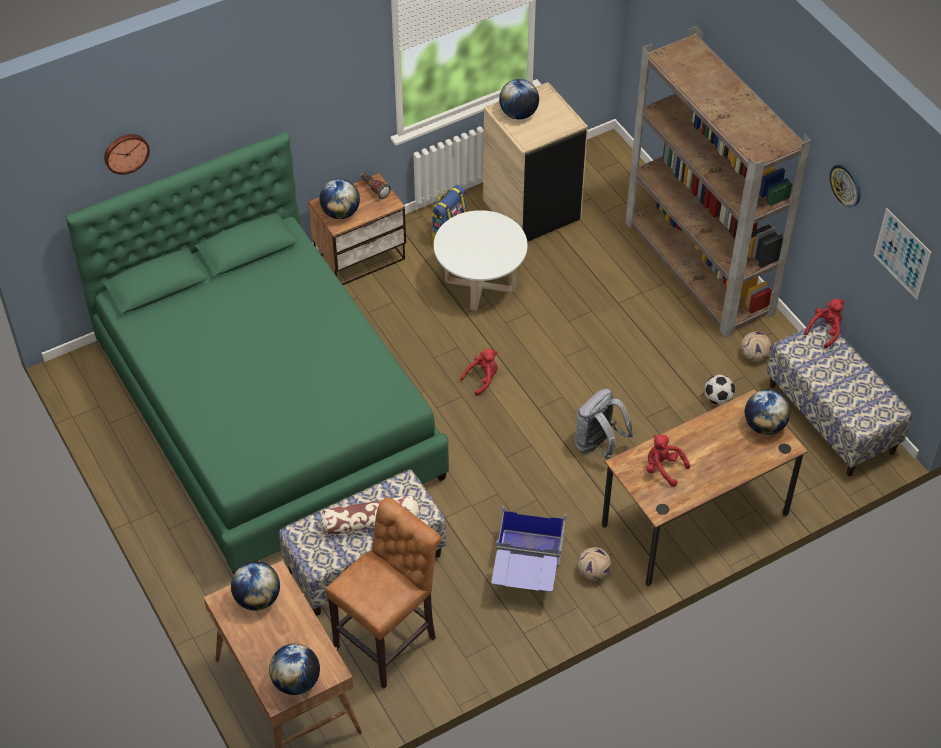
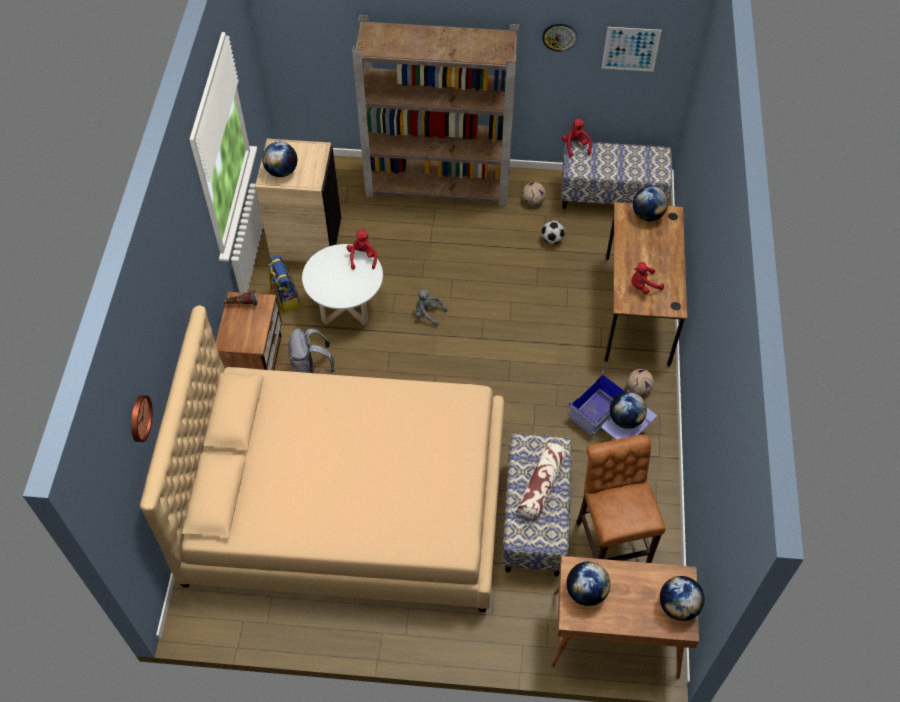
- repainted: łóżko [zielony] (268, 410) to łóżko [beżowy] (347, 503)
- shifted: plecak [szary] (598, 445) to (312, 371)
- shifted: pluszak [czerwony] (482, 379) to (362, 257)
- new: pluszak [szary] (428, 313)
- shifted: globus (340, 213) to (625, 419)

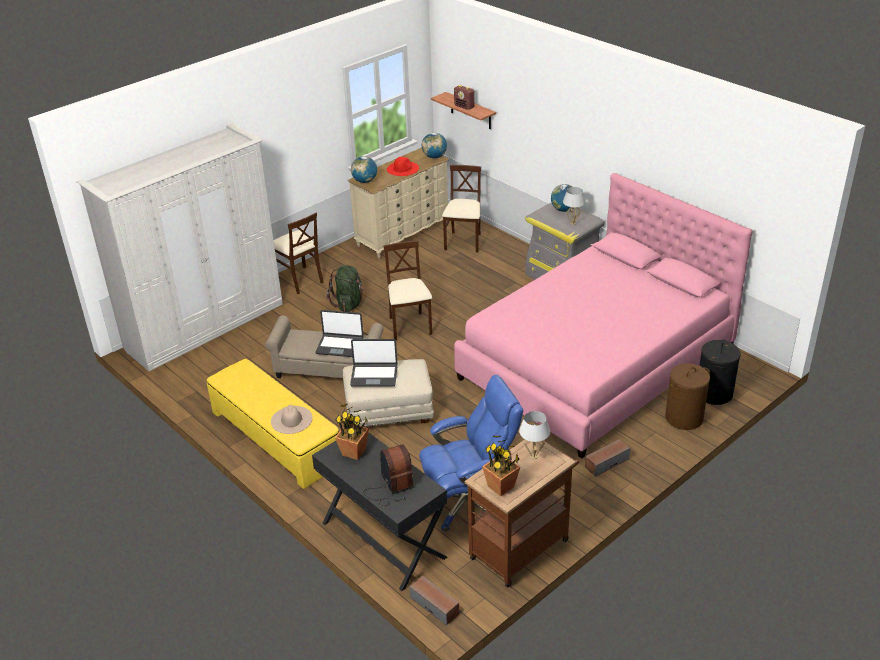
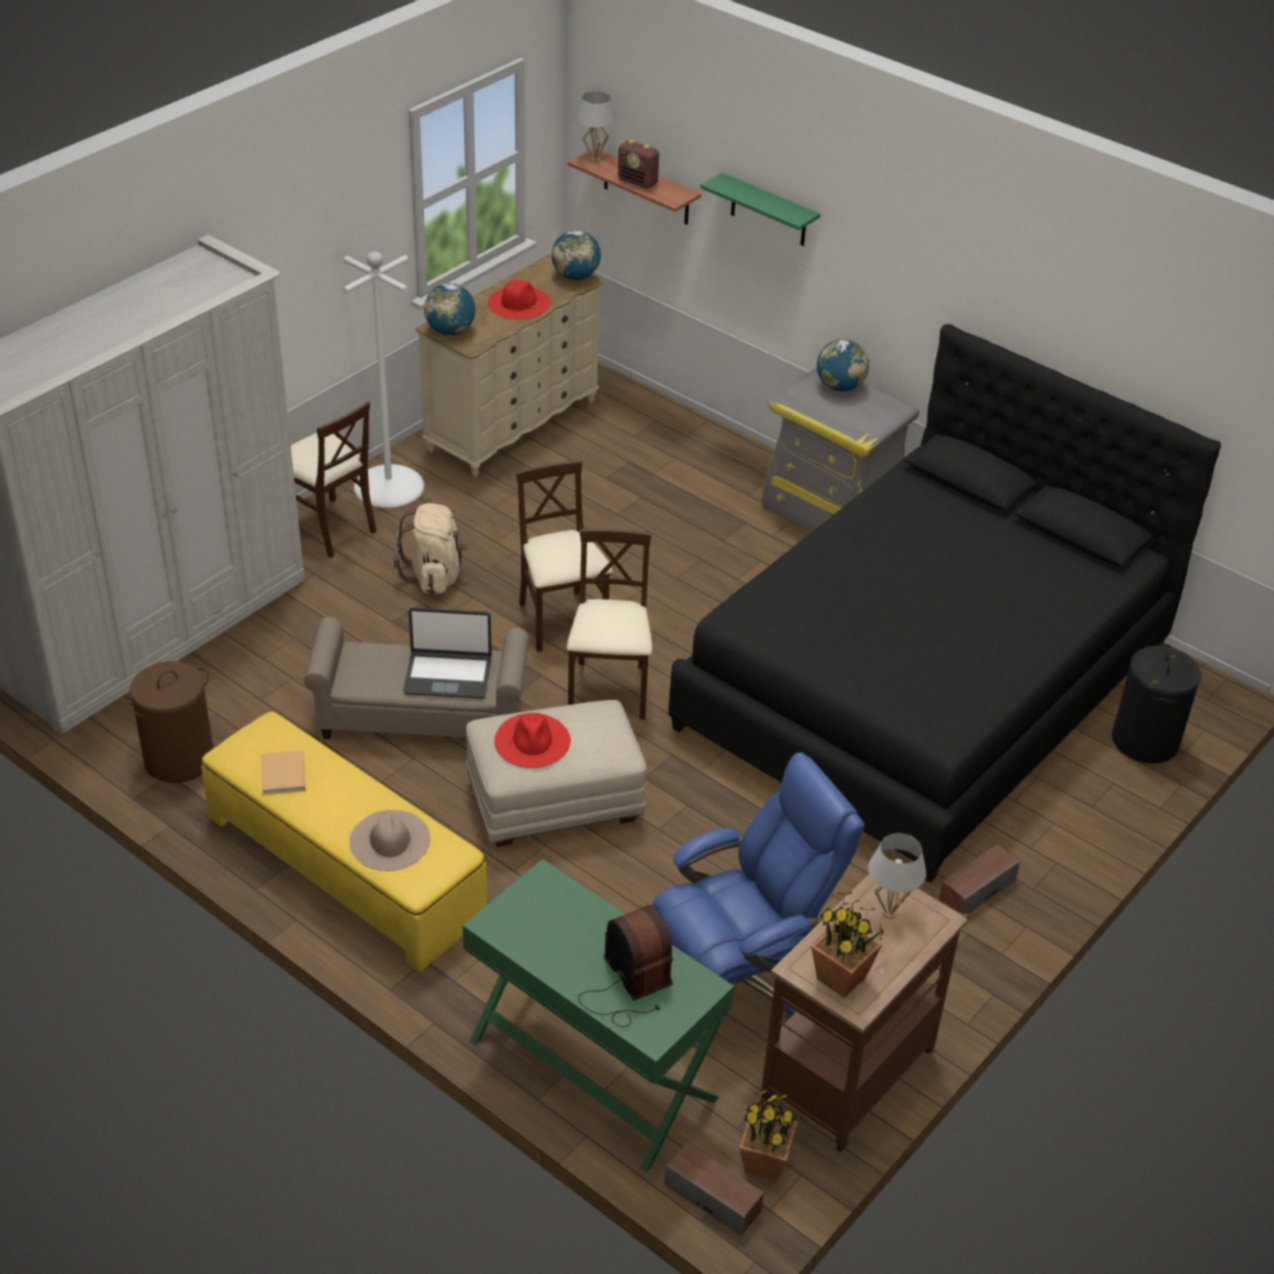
- shifted: kosz na pranie [brązowy] (683, 418) to (179, 759)
- new: książka [beżowy] (283, 775)
- new: wieszak [biały] (389, 486)
- repainted: plecak [zielony] (349, 304) to plecak [beżowy] (435, 576)
- repainted: biurko [czarny] (383, 540) to biurko [zielony] (591, 1069)
- swapped: laptop (374, 375) to kapelusz [czerwony] (532, 740)
- shifted: krzesło [beżowy] (463, 242) to (609, 691)
- shifted: lampa stołowa [biały] (573, 223) to (595, 159)
- repainted: łóżko [różowy] (597, 363) to łóżko [czarny] (925, 687)
- new: półka [zielony] (769, 211)
- shifted: roślina doniczkowa (354, 452) to (765, 1162)

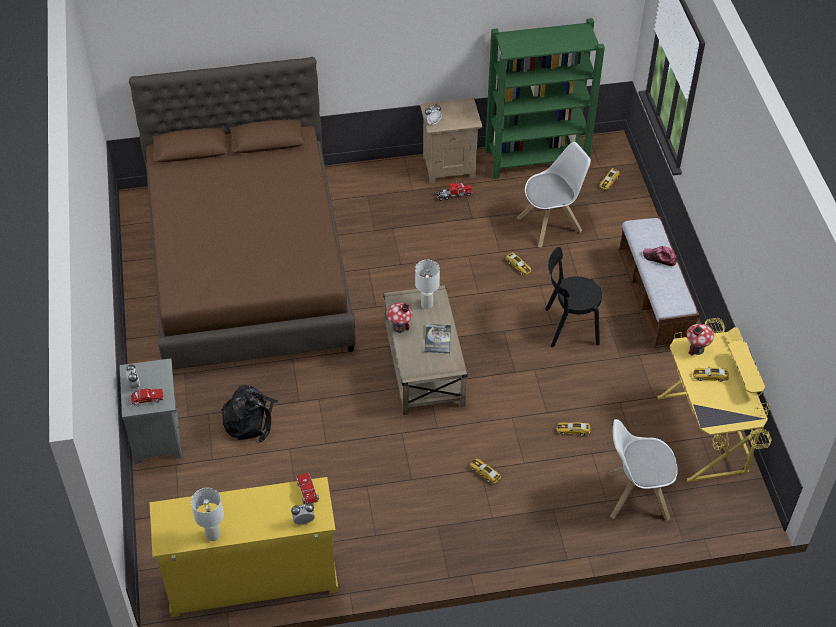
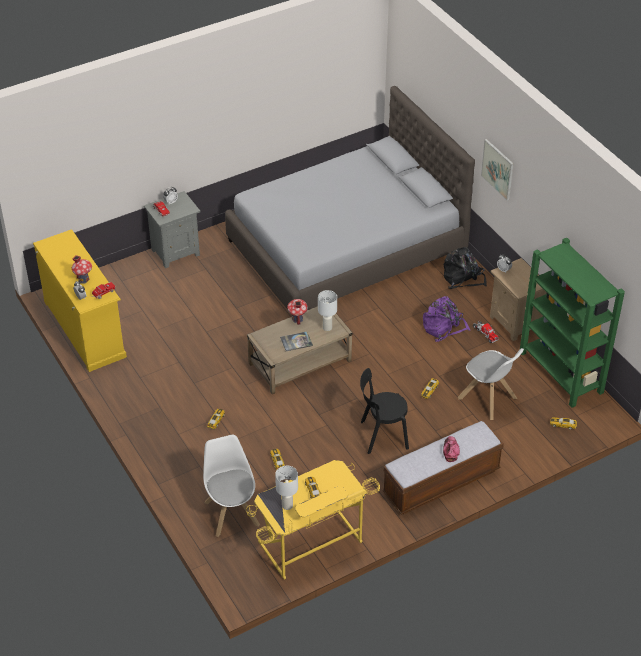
- shifted: domek (696, 349) to (83, 279)
- repainted: łóżko [brązowy] (249, 265) to łóżko [szary] (347, 247)
- shifted: lampa stołowa [biały] (212, 535) to (287, 505)
- rotated: krzesło [czarny] (568, 326) = (381, 435) 75 degrees counterclockwise
- new: plecak [fioletowy] (444, 327)
- shifted: plecak [czarny] (250, 420) to (463, 278)
- new: obraz (497, 169)

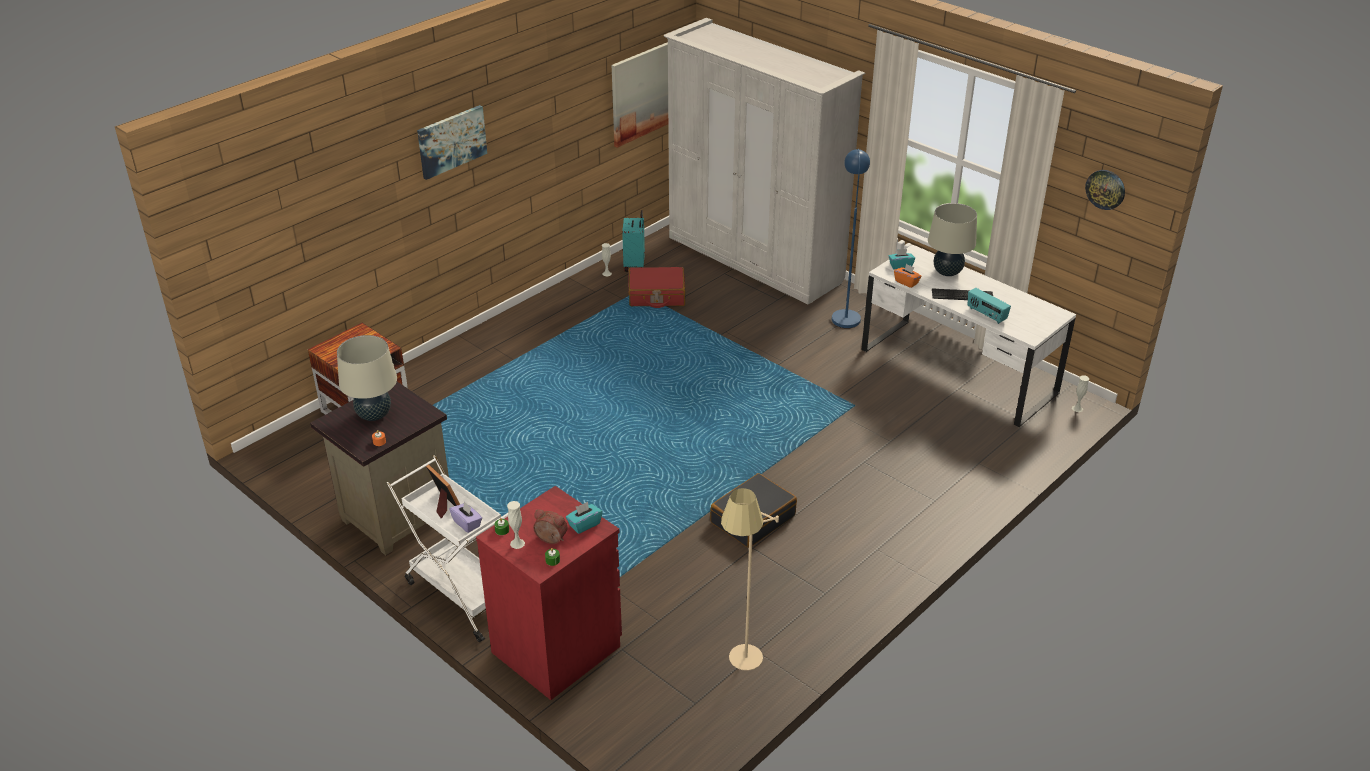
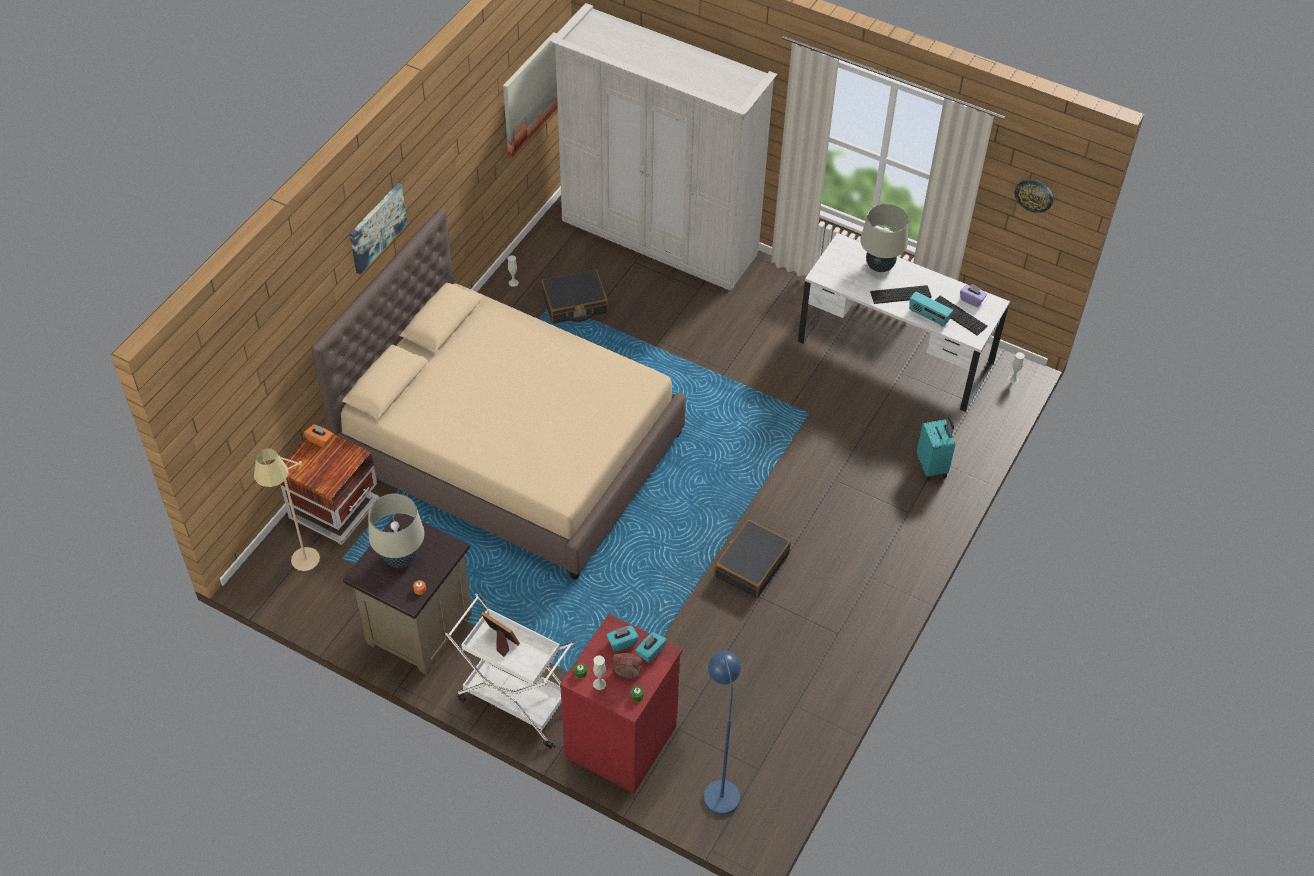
- shifted: lampa stojąca [beżowy] (742, 669) to (303, 570)
- shifted: pudełko chusteczek [pomarańczowy] (906, 282) to (320, 440)
- new: łóżko [beżowy] (510, 448)
- repainted: walizka [czerwony] (656, 295) to walizka [czarny] (574, 304)
- shifted: pudełko chusteczek [turkusowy] (900, 266) to (622, 642)
- shifted: lampa stojąca [niebieski] (845, 315) to (718, 788)
- shifted: walizka [turkusowy] (635, 265) to (932, 466)
- new: klawiatura (958, 315)
- shifted: pudełko chusteczek [fioletowy] (467, 523) to (971, 300)

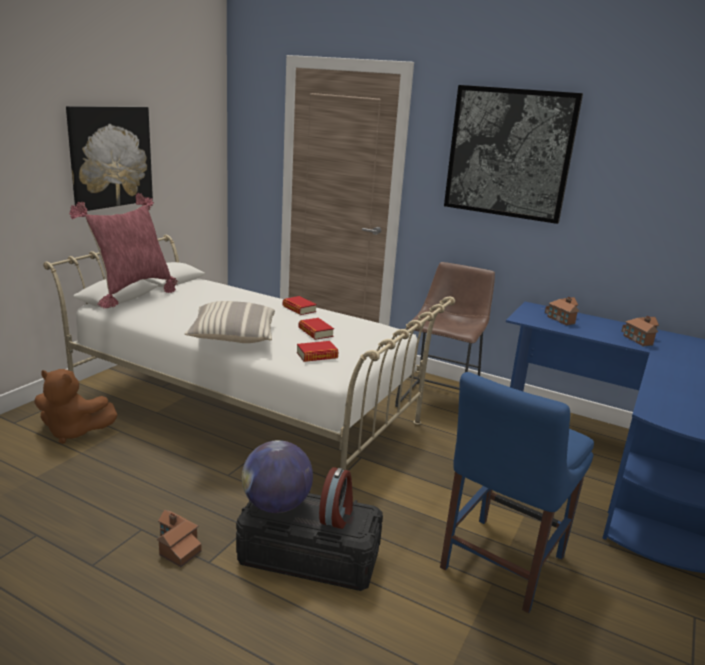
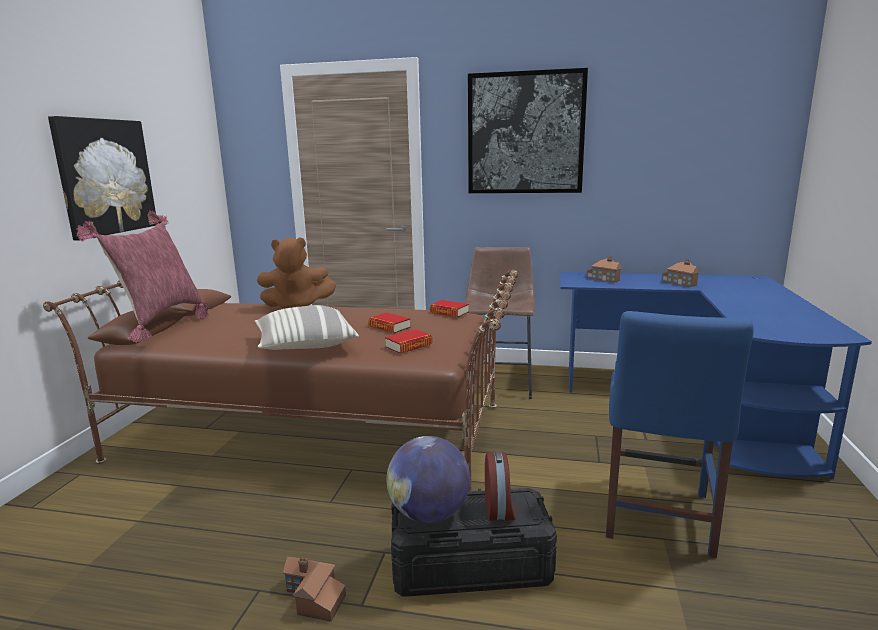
- repainted: łóżko [biały] (244, 411) to łóżko [brązowy] (312, 433)
- shifted: pluszak [brązowy] (73, 432) to (297, 307)
- shifted: książka (299, 309) to (449, 312)

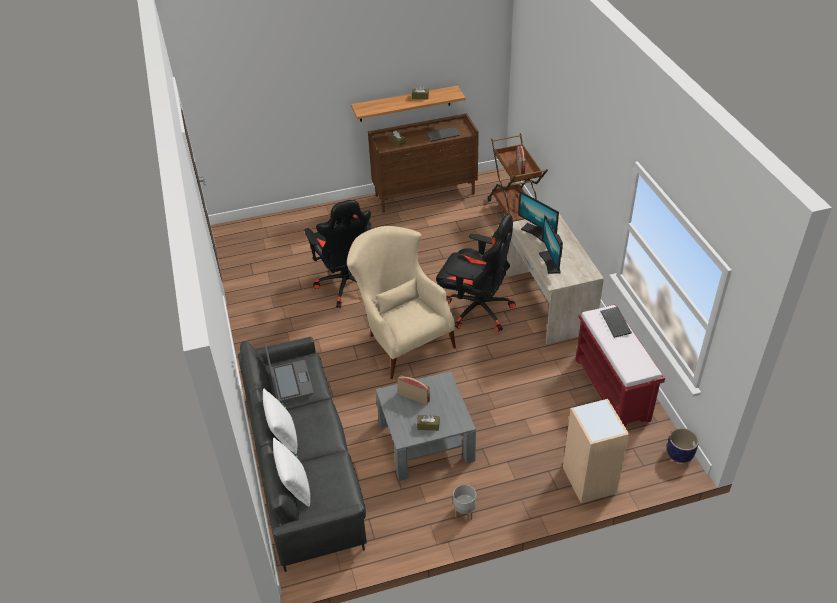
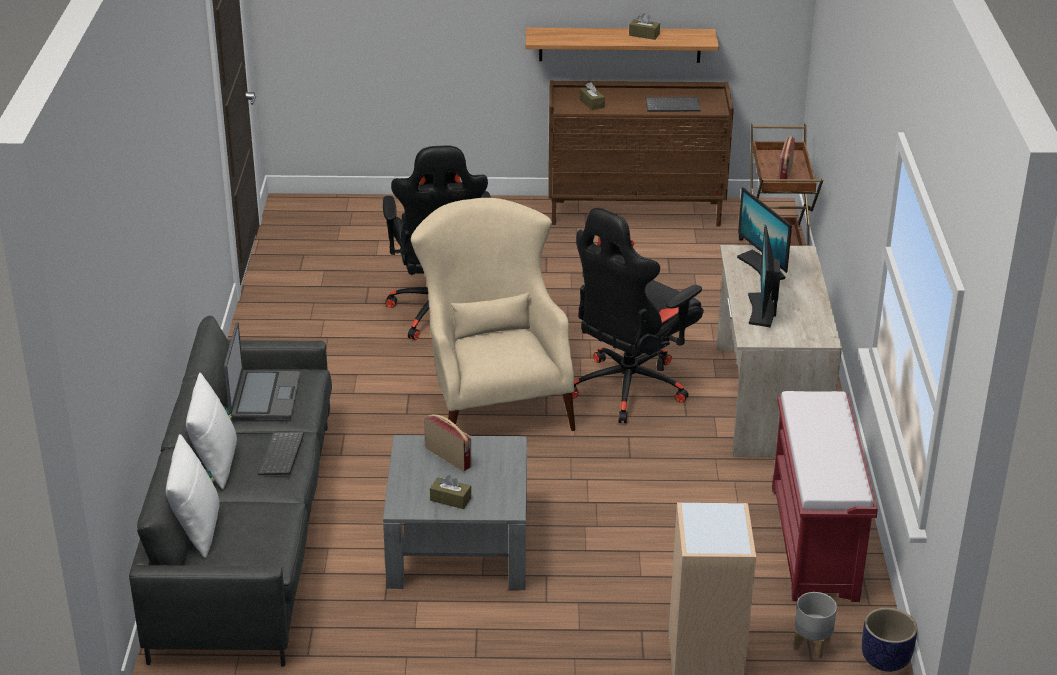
- shifted: klawiatura (616, 323) to (282, 456)
- rotated: krzesło biurowe [czarny] (474, 309) = (634, 384) 90 degrees clockwise
- shifted: donica [szary] (464, 512) to (812, 645)

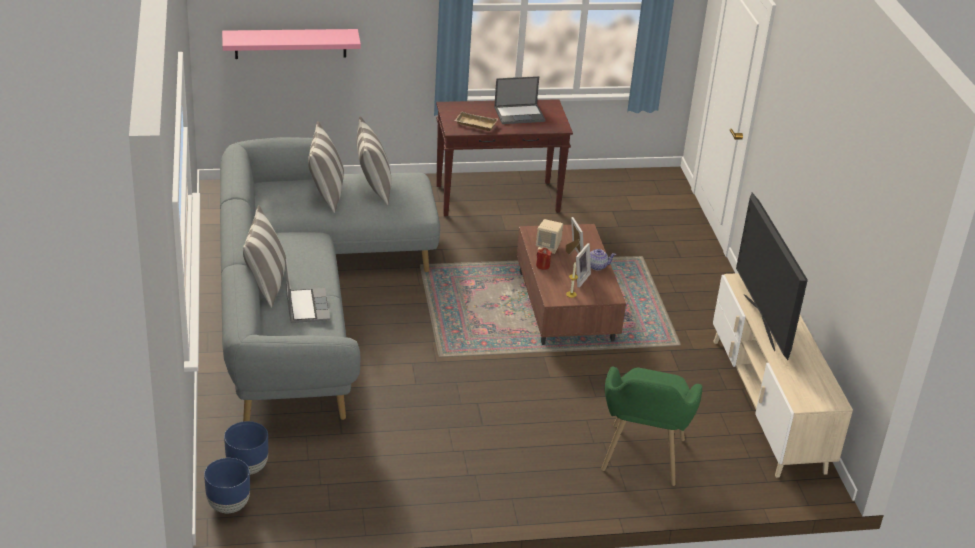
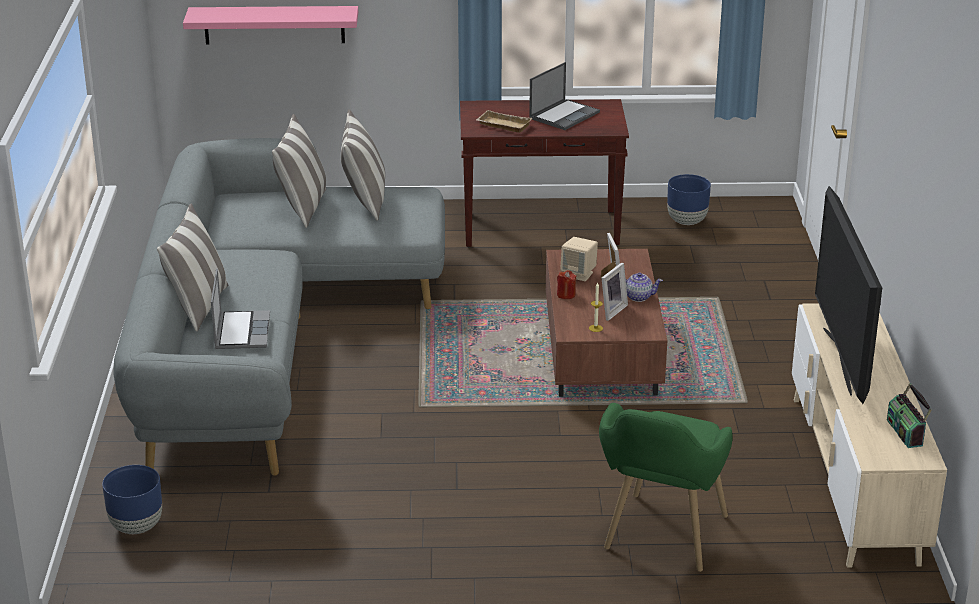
- rotated: laptop (520, 114) = (564, 115) 45 degrees counterclockwise
- shifted: donica [niebieski] (229, 505) to (687, 221)
- new: radio (906, 432)

